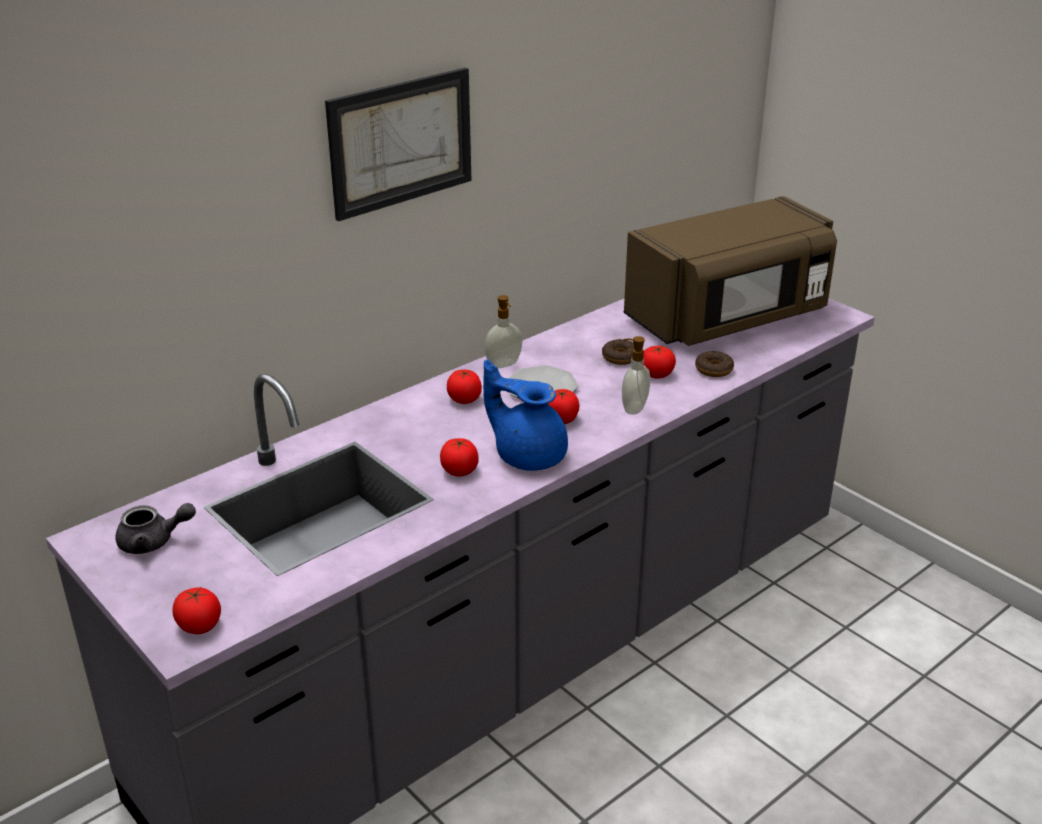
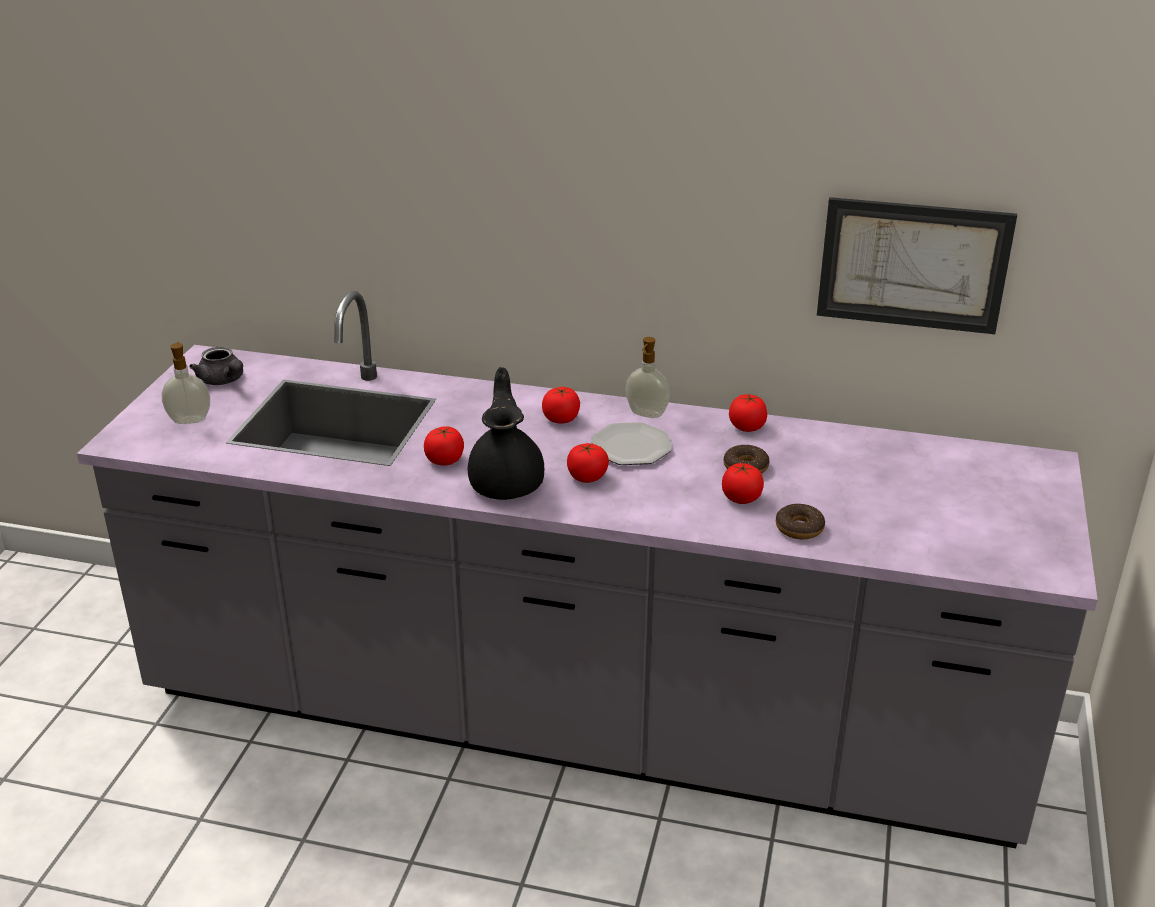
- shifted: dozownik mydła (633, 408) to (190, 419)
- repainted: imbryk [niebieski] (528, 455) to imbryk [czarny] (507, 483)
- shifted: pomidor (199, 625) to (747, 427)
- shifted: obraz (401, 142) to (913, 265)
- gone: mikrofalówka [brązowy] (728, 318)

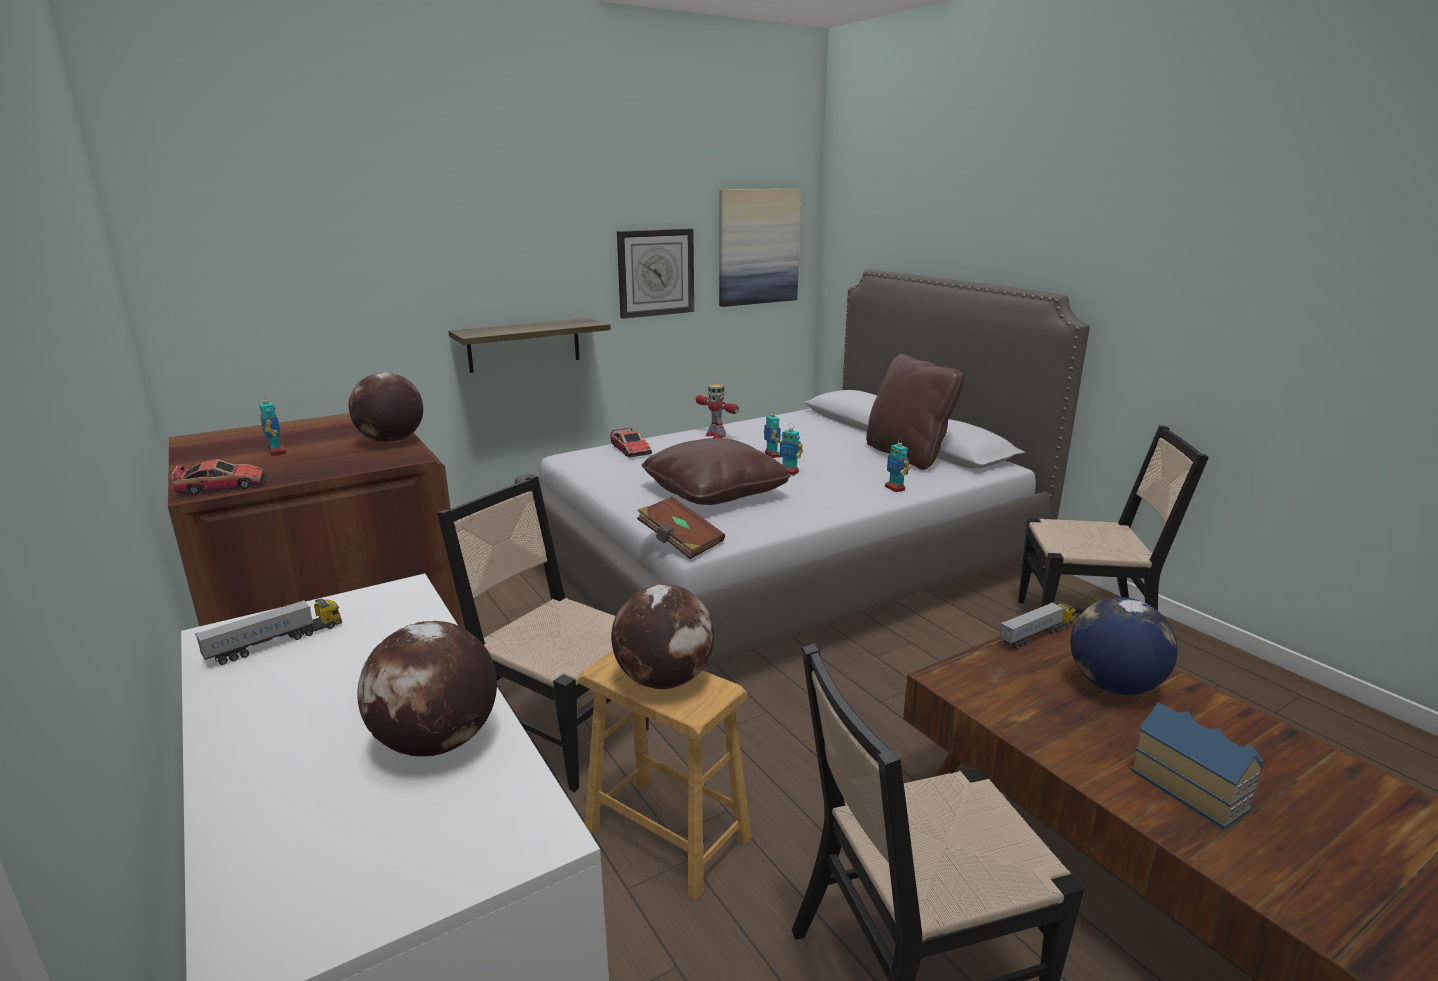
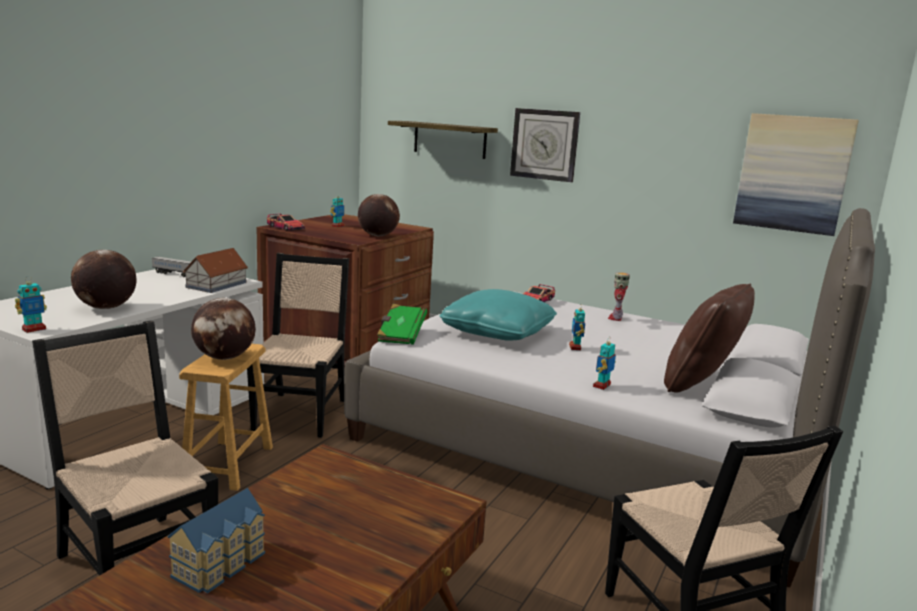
- shifted: robot zabawkowy (772, 455) to (34, 329)
- new: domek (216, 285)
- repainted: książka [brązowy] (680, 542) to książka [zielony] (400, 335)
- shifted: półka (524, 344) to (449, 139)
- repainted: poduszka [brązowy] (714, 493) to poduszka [turkusowy] (497, 333)
- shifted: zegar ścienny (655, 273) to (544, 144)
- gone: ciężarówka zabawkowa (1036, 634)
- gone: globus (1113, 685)

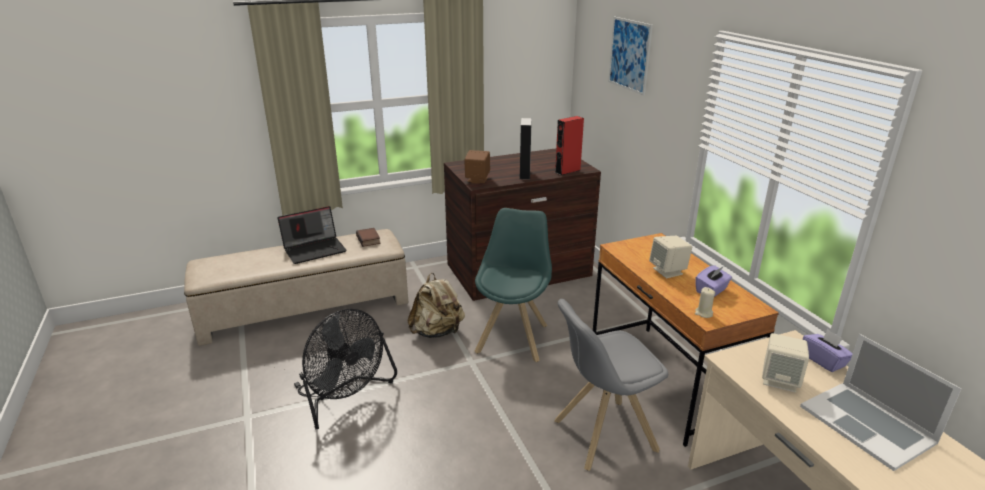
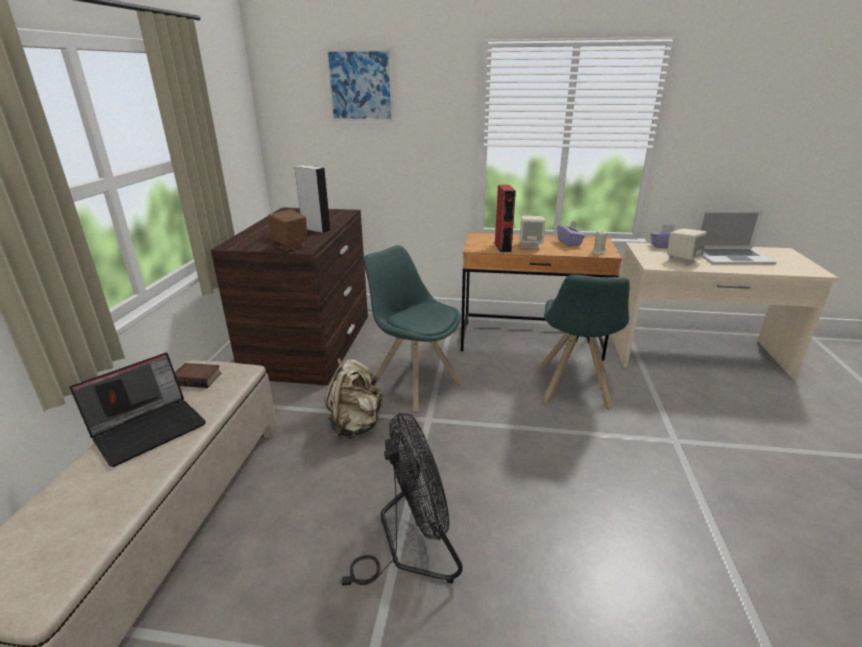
- rotated: laptop (315, 249) = (149, 428) 45 degrees clockwise
- shifted: głośnik [czerwony] (567, 171) to (502, 247)
- repainted: krzesło [szary] (603, 434) to krzesło [turkusowy] (574, 387)

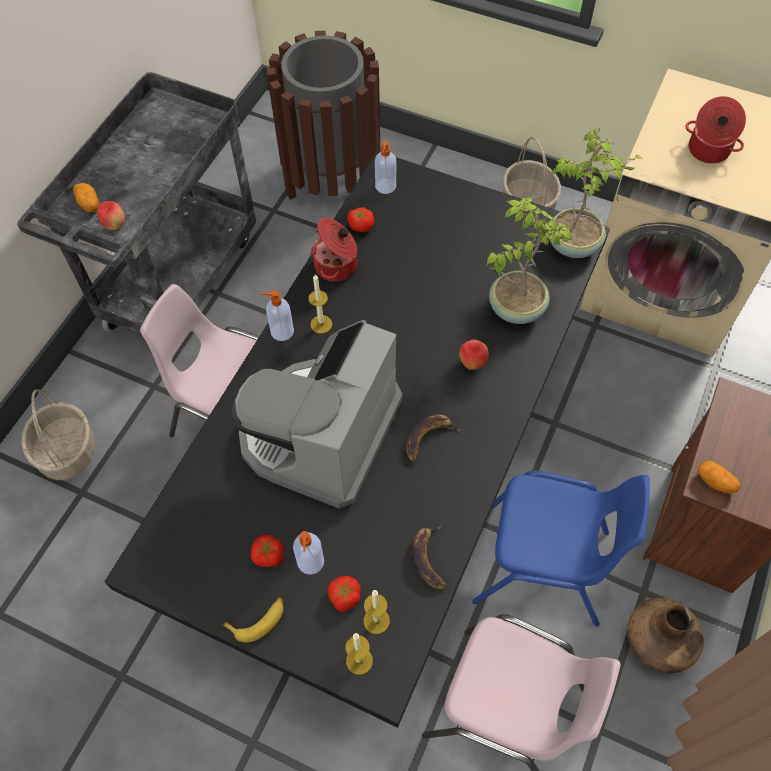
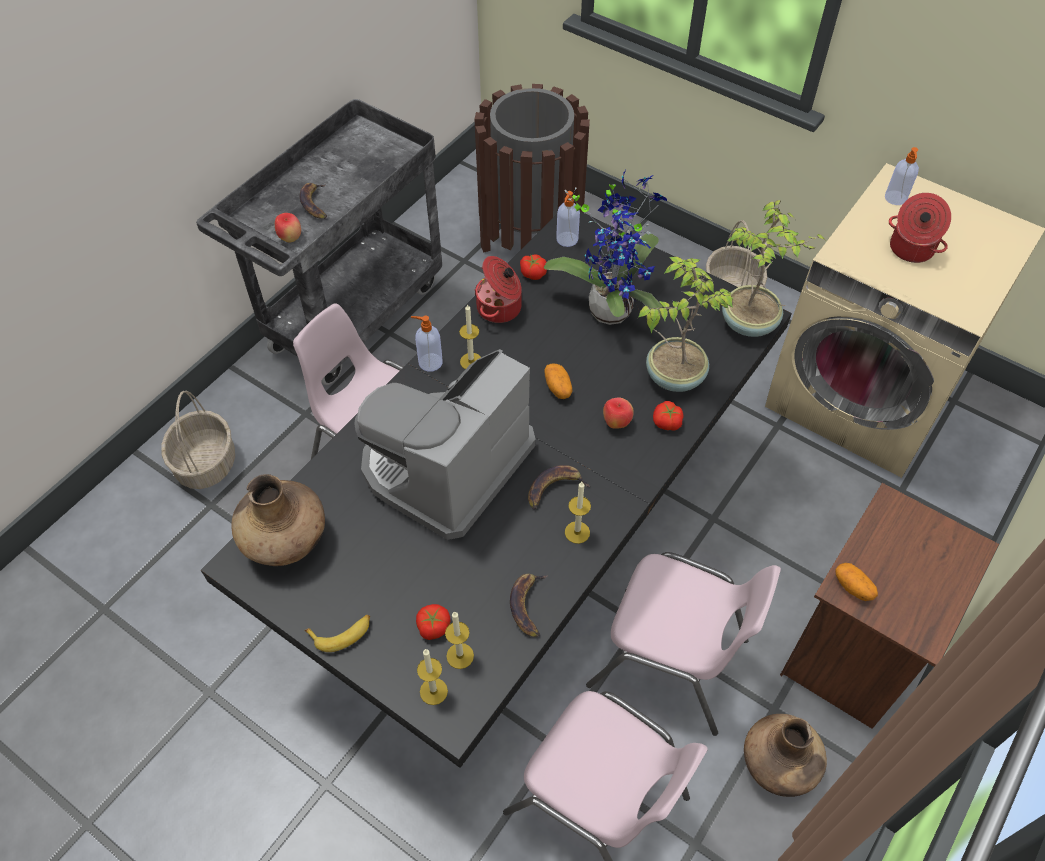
- new: wazon [brązowy] (285, 540)
- new: banan (314, 203)
- new: roślina doniczkowa (611, 306)
- shifted: ziemniak (89, 204) to (558, 387)
- new: świeca (577, 532)
- repainted: krzesło [niebieski] (544, 566) to krzesło [różowy] (671, 663)
- shifted: pomidor (268, 555) to (667, 422)
- shifted: dozownik mydła (310, 563) to (895, 198)

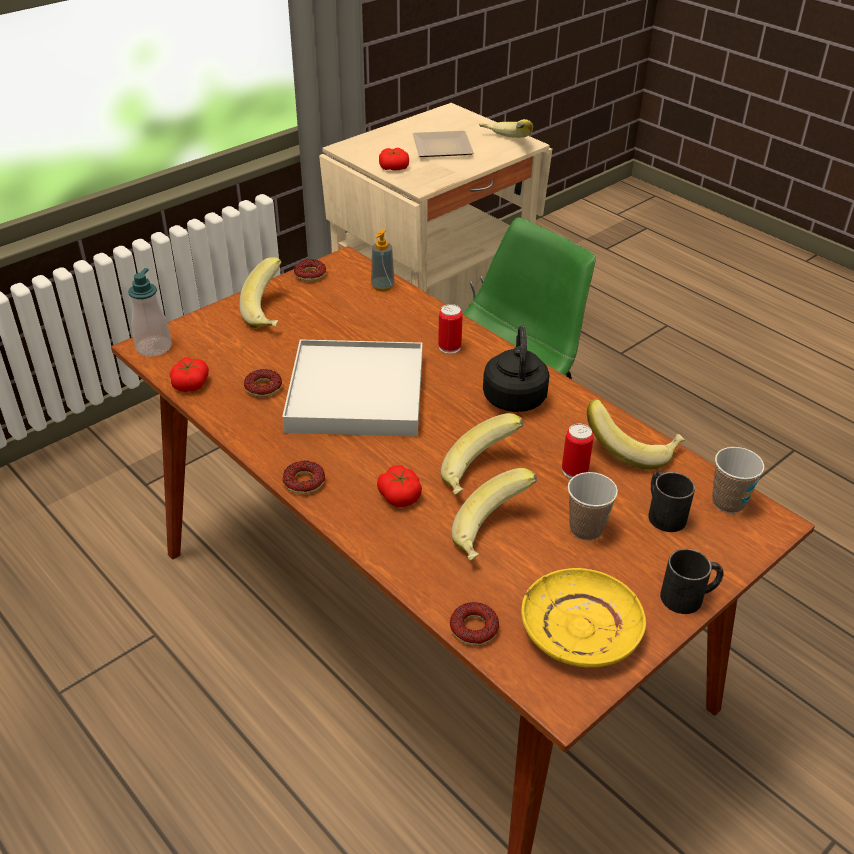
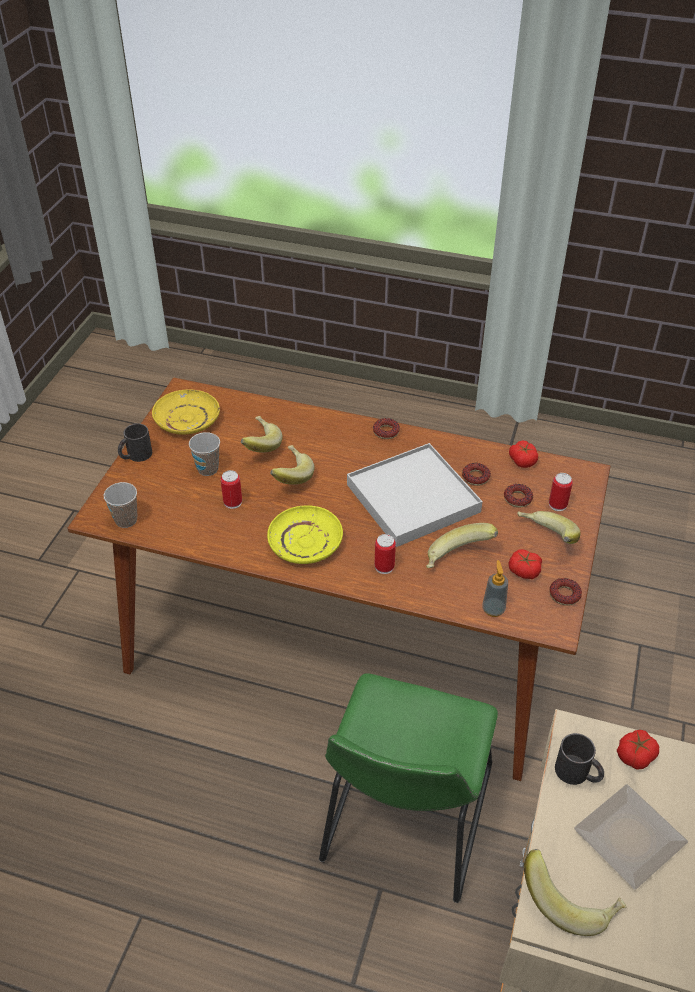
- swapped: czajnik [czarny] (514, 396) to talerz [żółty] (305, 542)
- shifted: banan (632, 449) to (458, 560)
- shifted: donut (474, 628) to (517, 498)
- shifted: pomidor (400, 495) to (524, 570)
- new: puszka (557, 505)
- shifted: kubek [czarny] (663, 512) to (578, 773)
- gone: dozownik mydła (154, 347)

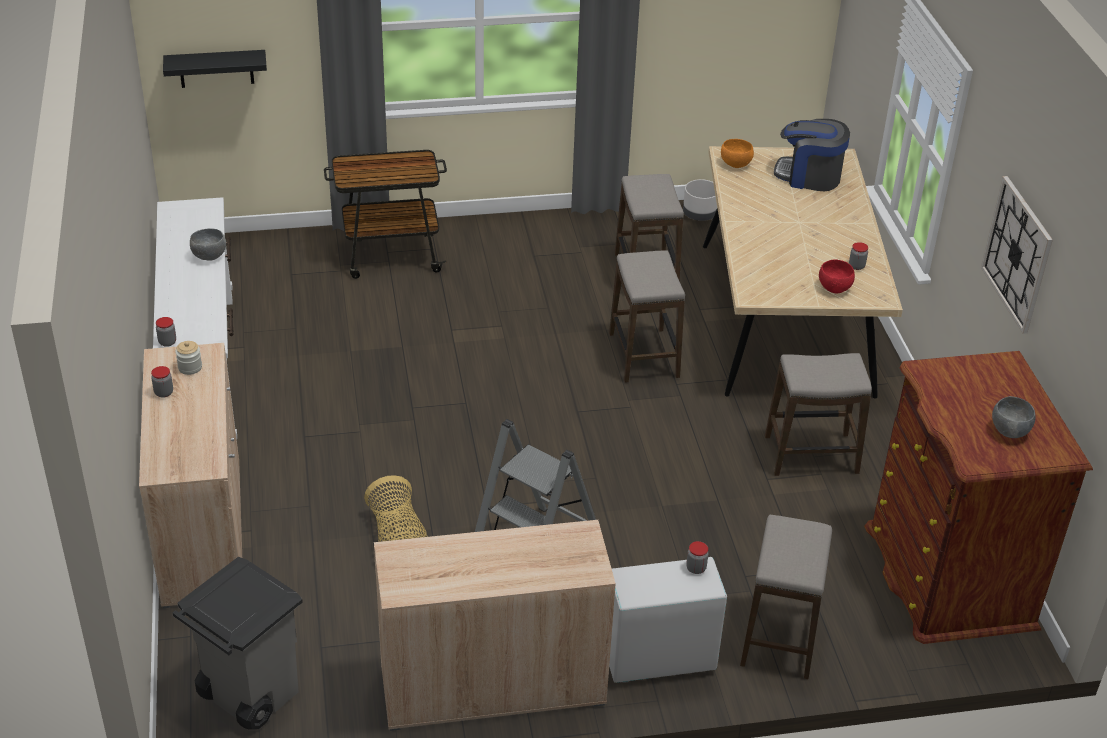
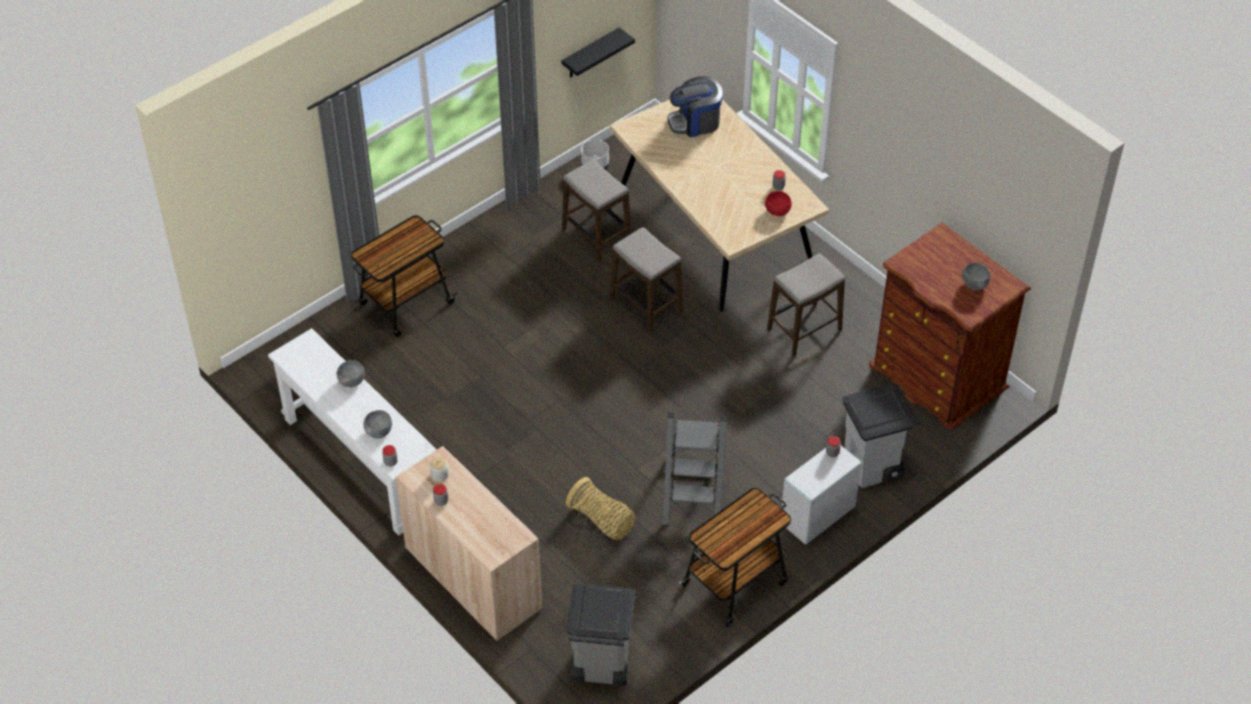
- new: miska [szary] (378, 432)
- shifted: półka [czarny] (216, 68) to (590, 54)
- swapped: szafka [beżowy] (492, 685) to wózek (735, 583)
- swapped: stołek (780, 637) to kosz na śmieci [szary] (873, 466)
- gone: miska [pomarańczowy] (736, 165)
- gone: zegar ścienny (1017, 254)

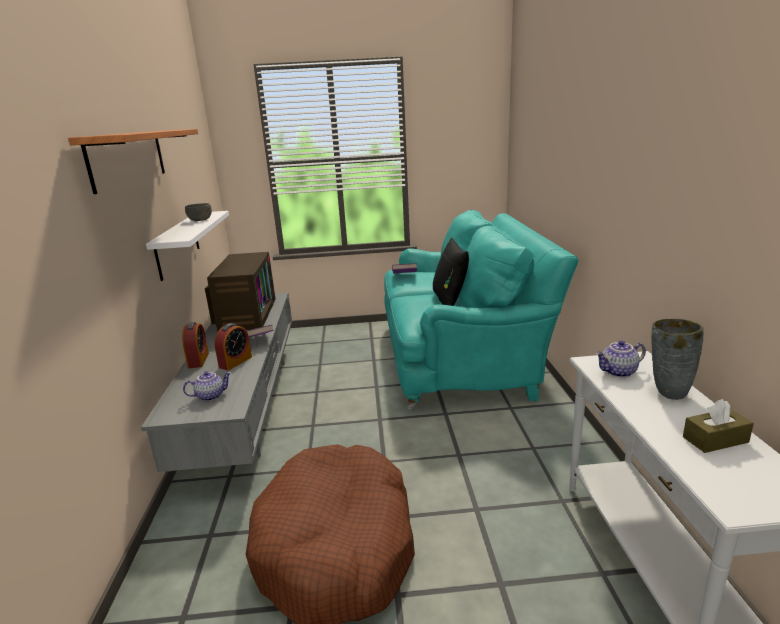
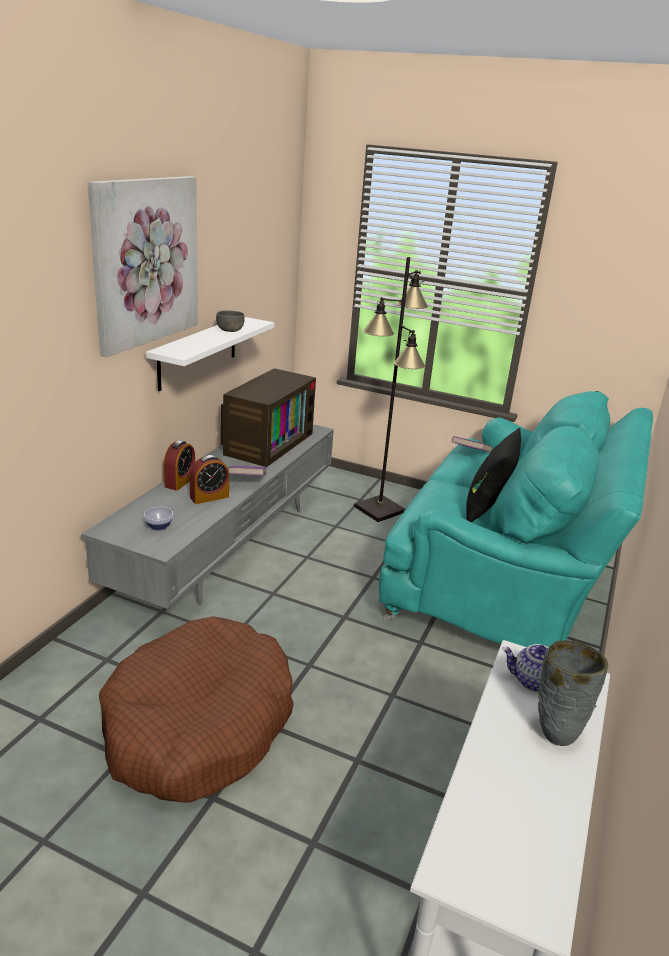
- swapped: półka (128, 158) to obraz (146, 262)
- swapped: imbryk (211, 396) to miska (158, 526)
- new: lampa stojąca [czarny] (380, 509)
- gone: pudełko chusteczek [brązowy] (715, 440)

